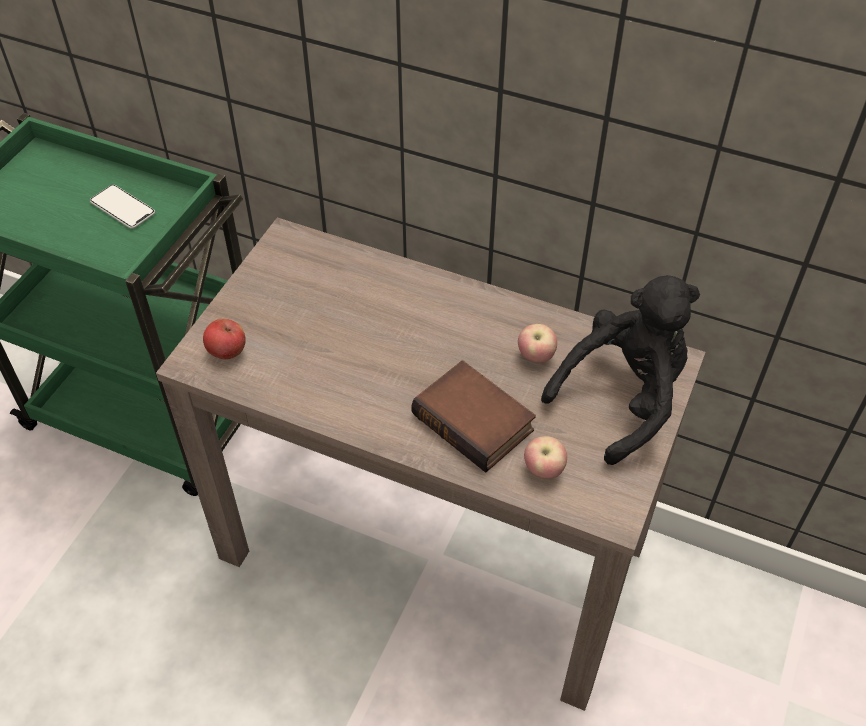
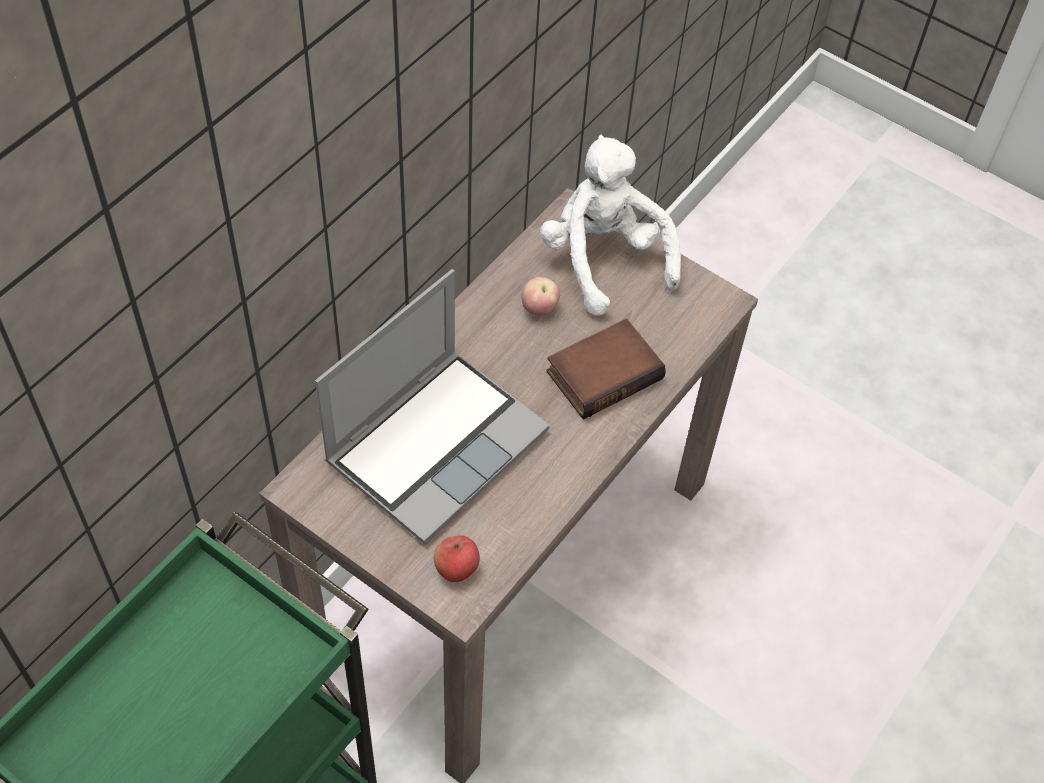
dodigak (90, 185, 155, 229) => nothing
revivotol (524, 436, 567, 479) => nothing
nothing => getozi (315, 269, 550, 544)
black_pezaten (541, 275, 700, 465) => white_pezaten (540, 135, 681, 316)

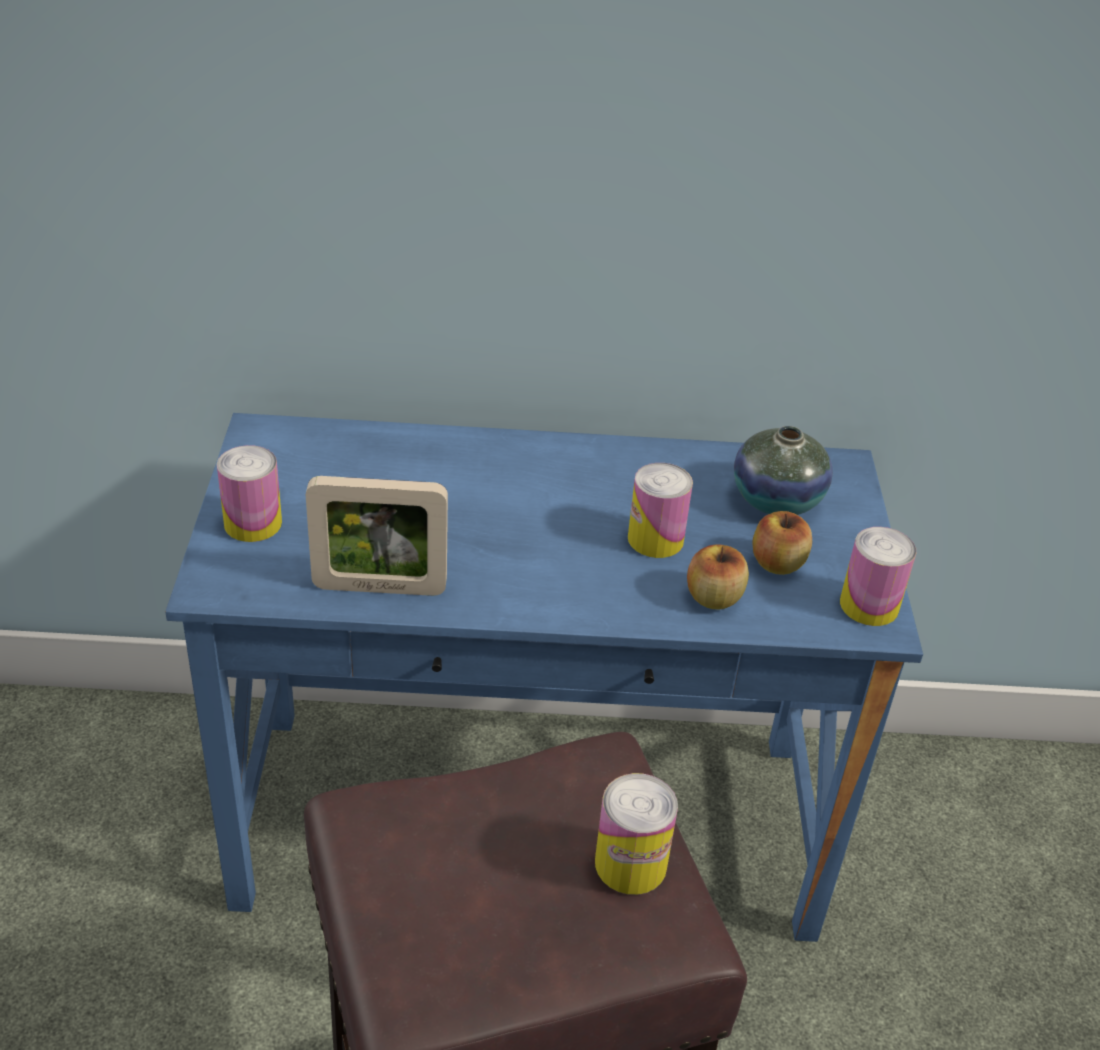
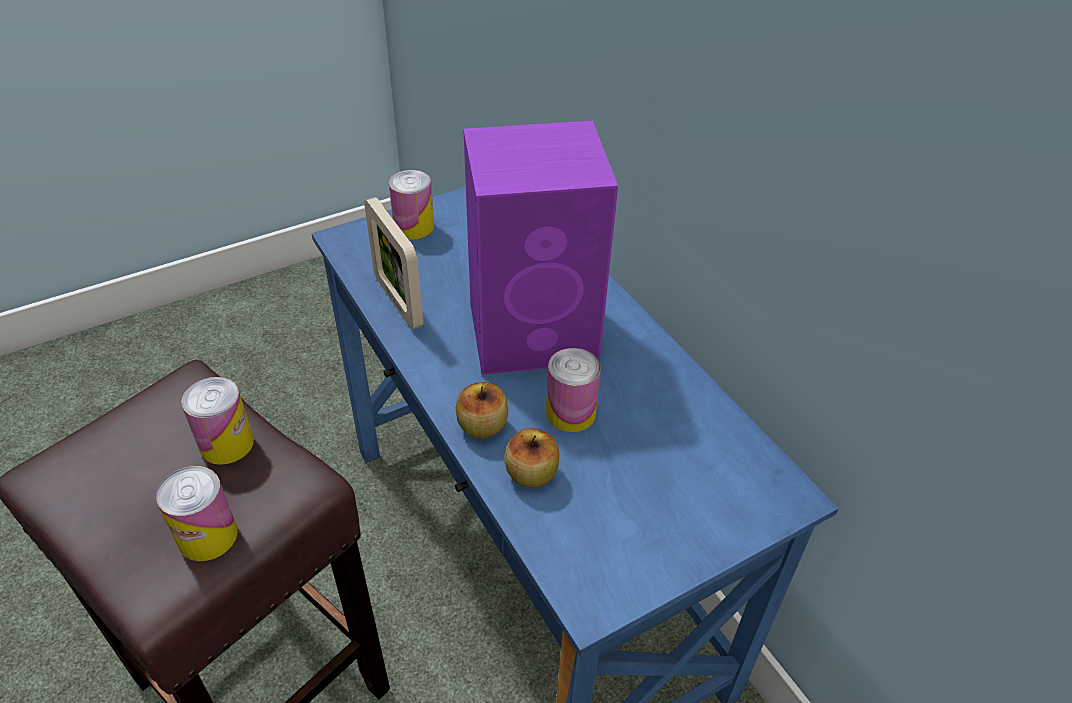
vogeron (734, 426, 833, 515) => nothing
nothing => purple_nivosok (463, 121, 618, 375)
revivotol (752, 511, 812, 575) => revivotol (456, 382, 508, 438), move
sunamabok (840, 527, 916, 626) => sunamabok (181, 377, 254, 465), move

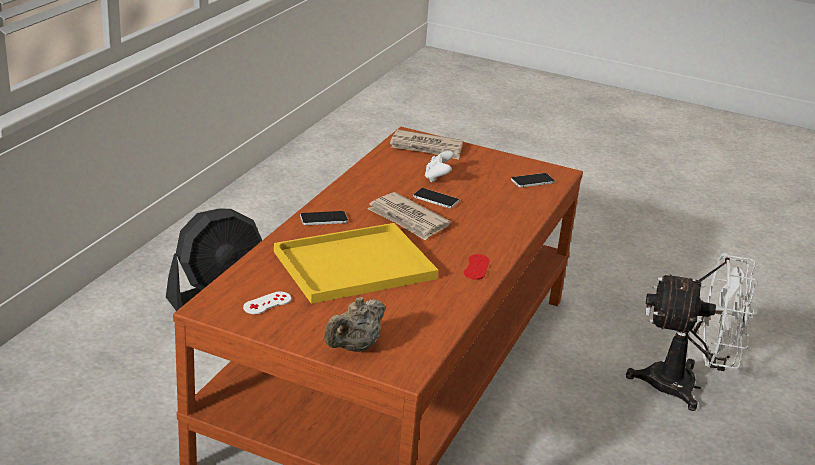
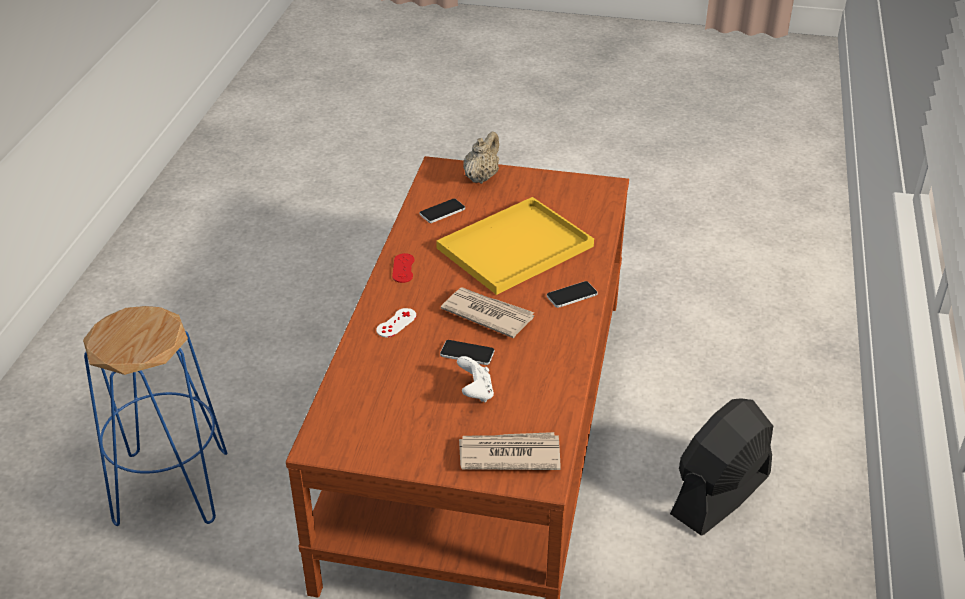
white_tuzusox (243, 292, 291, 314) => white_tuzusox (376, 308, 416, 337), move
dodigak (511, 173, 555, 188) => dodigak (419, 199, 465, 223), move
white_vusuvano (626, 253, 758, 411) => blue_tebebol (83, 306, 227, 526)

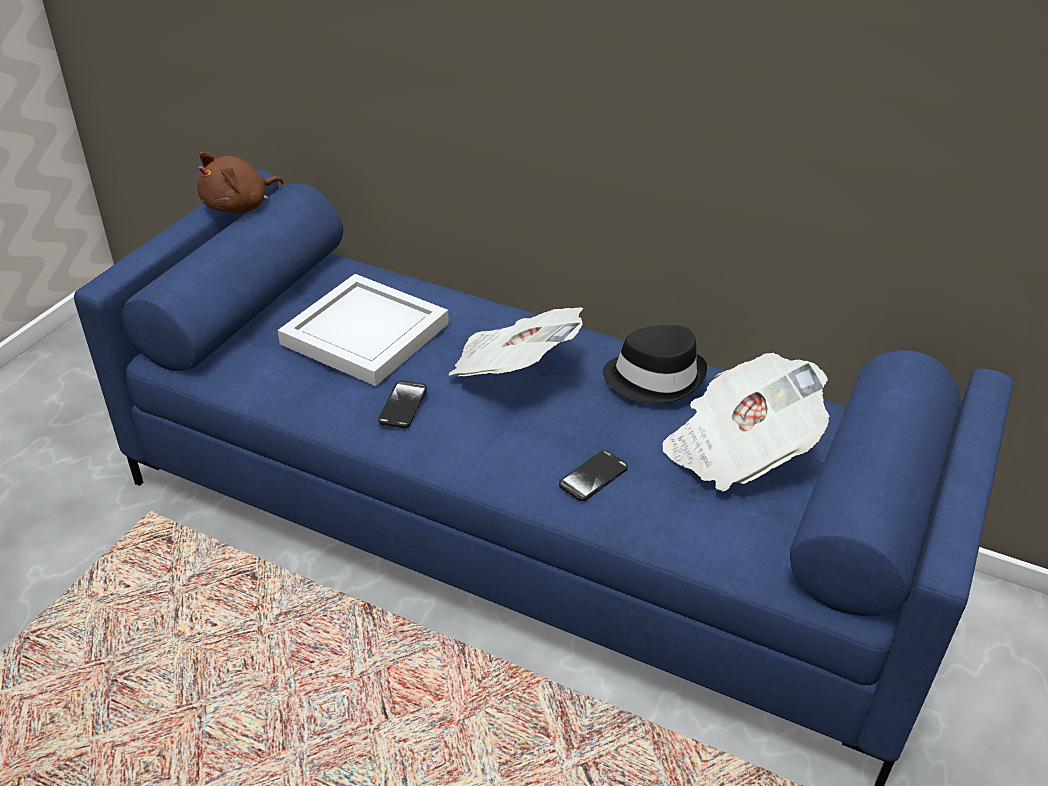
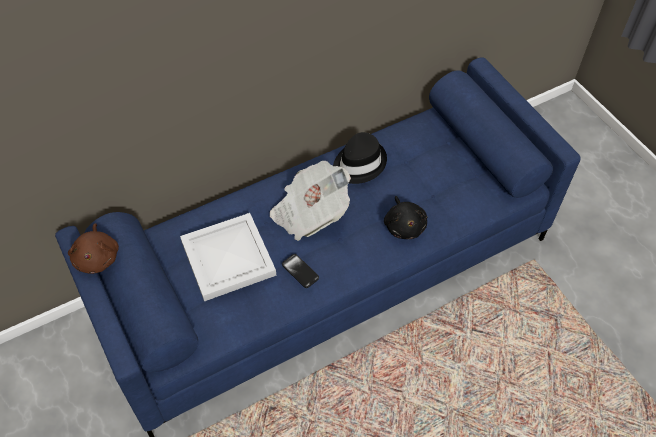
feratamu (663, 353, 829, 491) => nothing
dodigak (559, 450, 628, 501) => black_pezaten (384, 196, 427, 239)

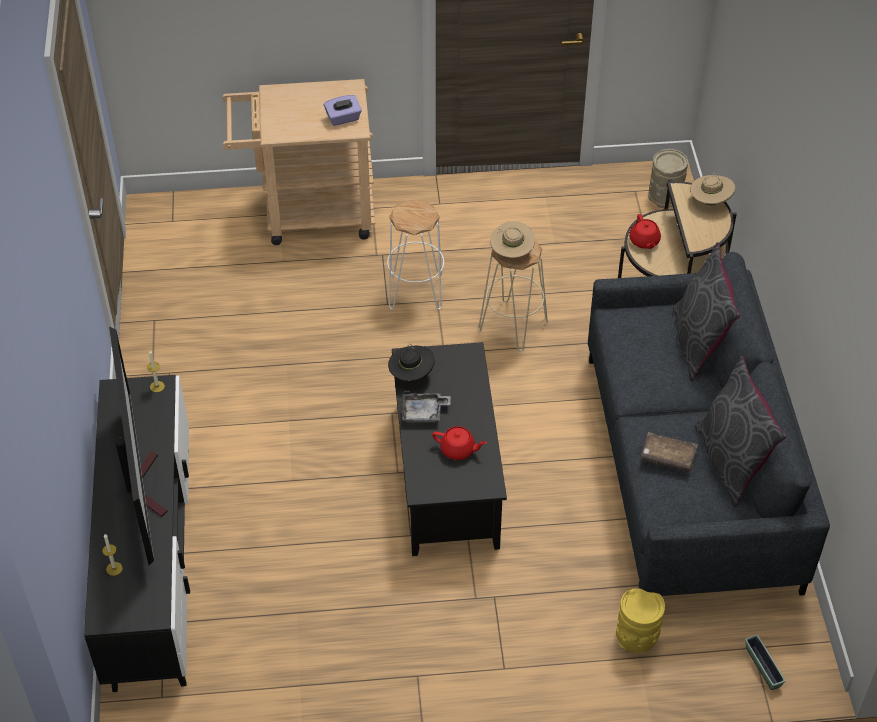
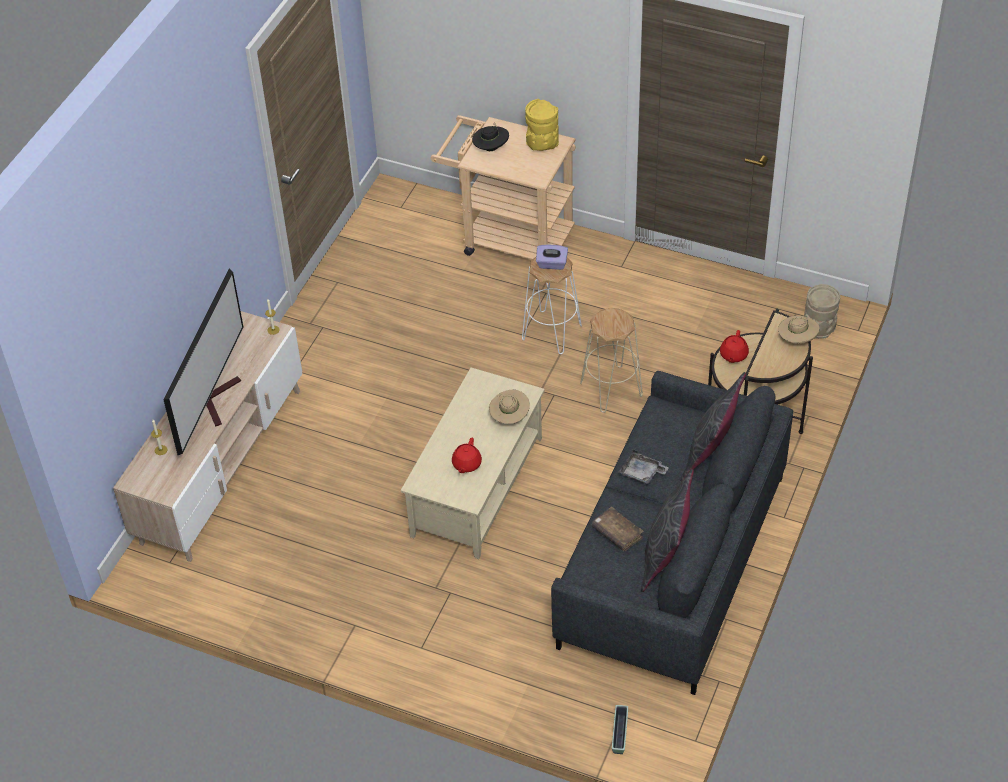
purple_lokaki (324, 95, 362, 126) => purple_lokaki (536, 245, 568, 270), move
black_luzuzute (388, 344, 435, 381) => black_luzuzute (472, 122, 509, 151), move
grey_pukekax (402, 391, 451, 422) => grey_pukekax (619, 449, 669, 484), move
beige_luzuzute (490, 221, 535, 258) => beige_luzuzute (489, 390, 530, 424), move
yellow_vogeron (616, 588, 665, 654) => yellow_vogeron (525, 99, 559, 151), move
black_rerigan (84, 375, 190, 692) => beige_rerigan (113, 311, 302, 562)
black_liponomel (392, 342, 507, 556) => beige_liponomel (401, 367, 545, 559)
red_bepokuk (432, 426, 487, 460) => red_bepokuk (452, 438, 482, 473), 60 degrees clockwise

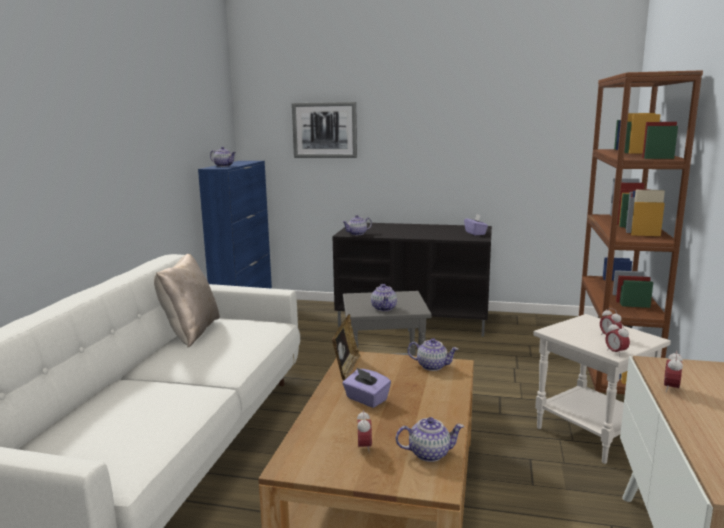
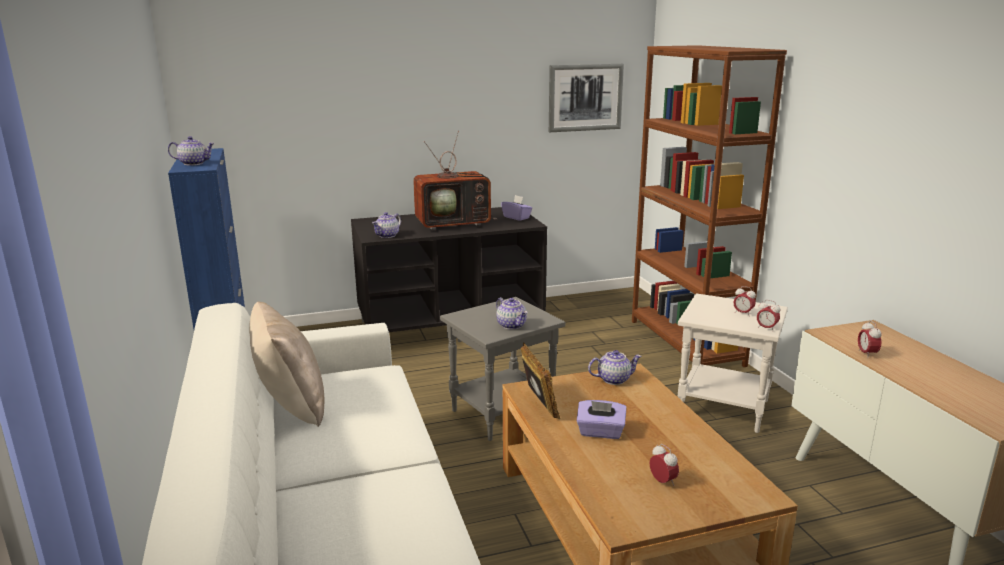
bepokuk (396, 417, 464, 462) => nothing
nothing => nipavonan (413, 131, 497, 230)
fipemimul (292, 102, 357, 158) => fipemimul (549, 64, 624, 132), move

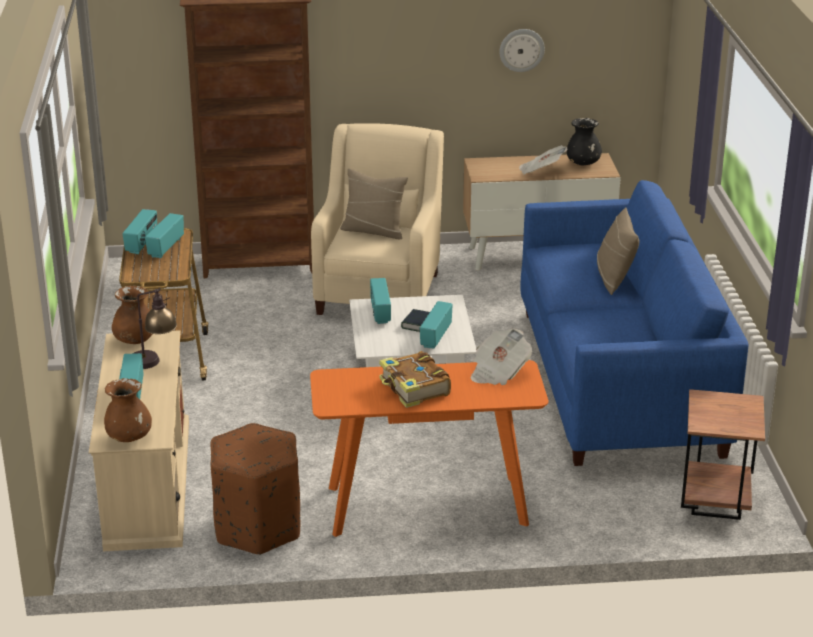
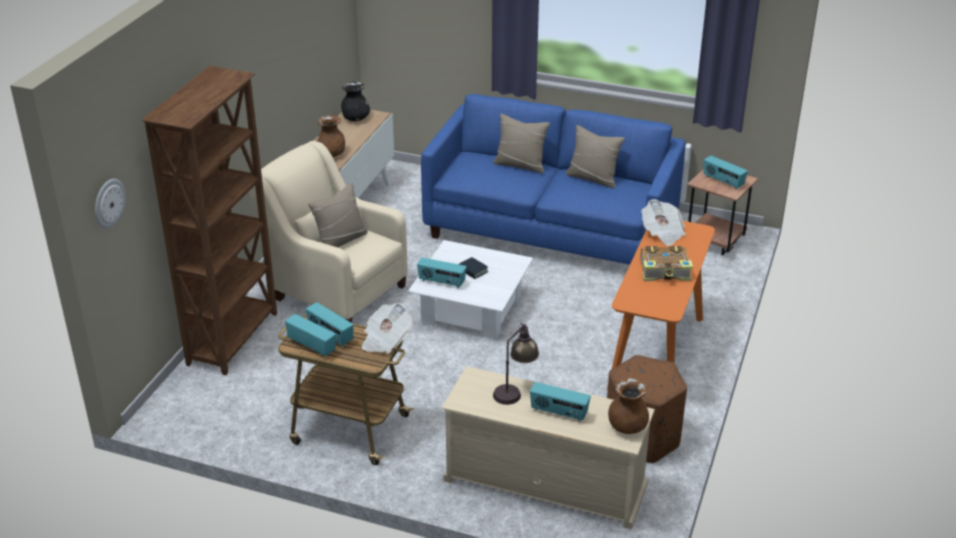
nothing => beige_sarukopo (566, 125, 625, 188)
brown_vogeron (112, 286, 152, 344) => brown_vogeron (316, 115, 345, 157), move
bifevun (420, 301, 453, 349) => bifevun (704, 156, 748, 190), move
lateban (499, 29, 545, 72) => lateban (95, 179, 125, 228), move
feratamu (519, 145, 567, 175) => feratamu (362, 303, 413, 354), move

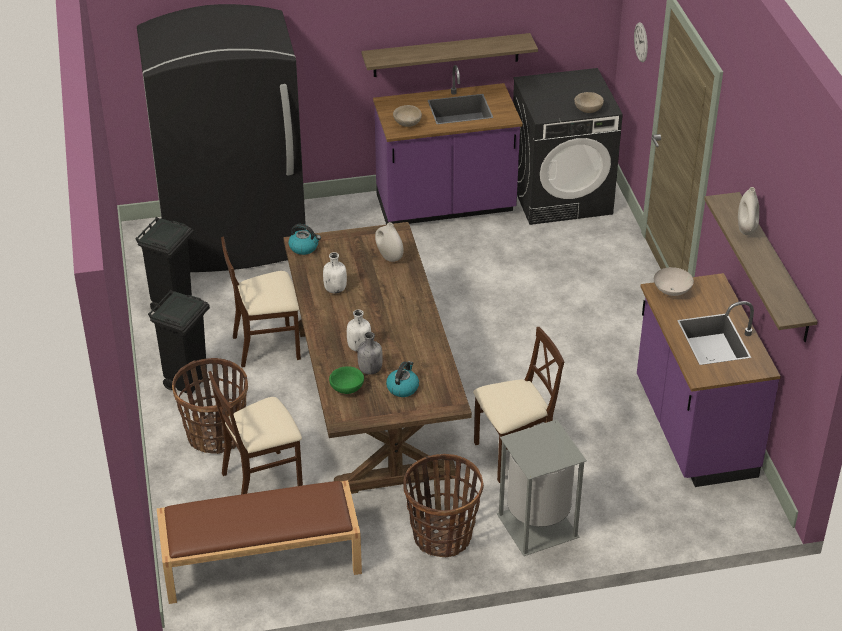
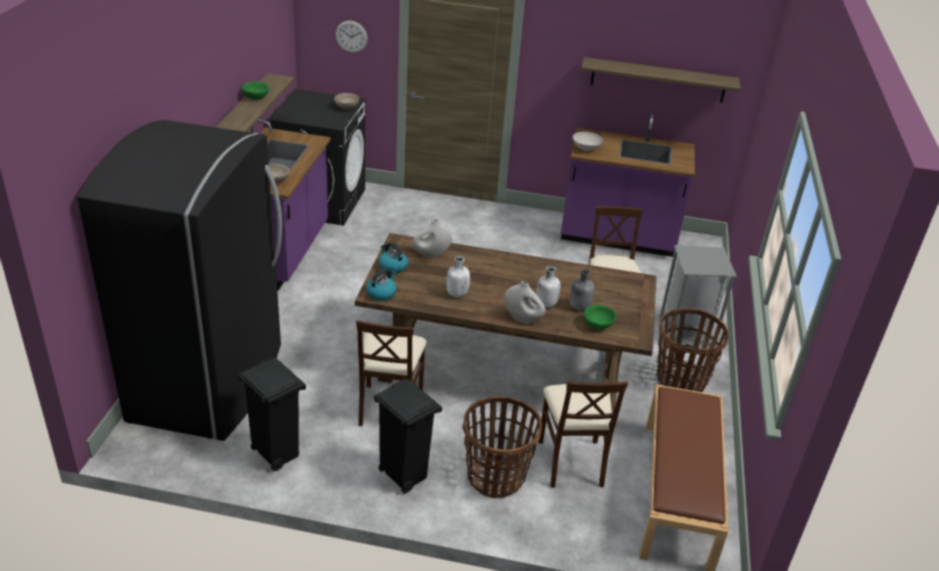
nothing => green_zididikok (242, 81, 269, 99)
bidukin (386, 361, 419, 397) => bidukin (379, 242, 408, 273), move
white_vogeron (738, 187, 759, 235) => white_vogeron (504, 281, 546, 324), move

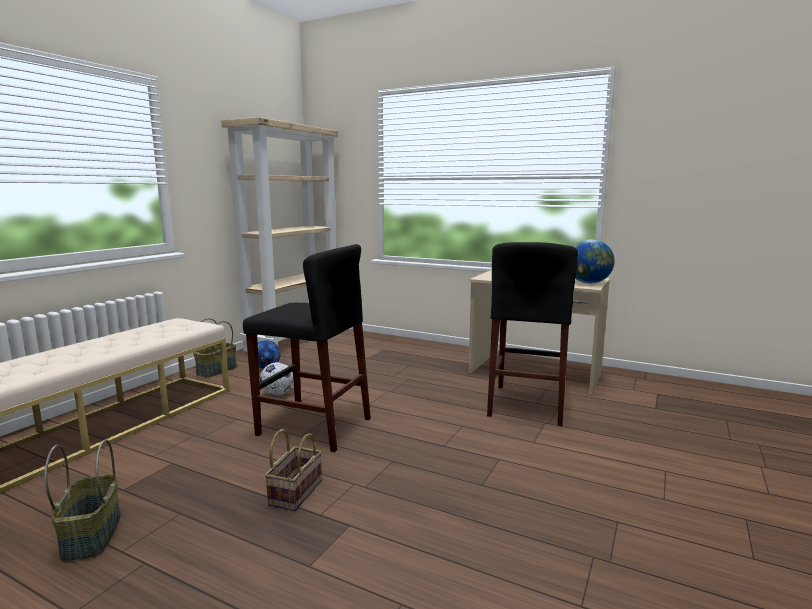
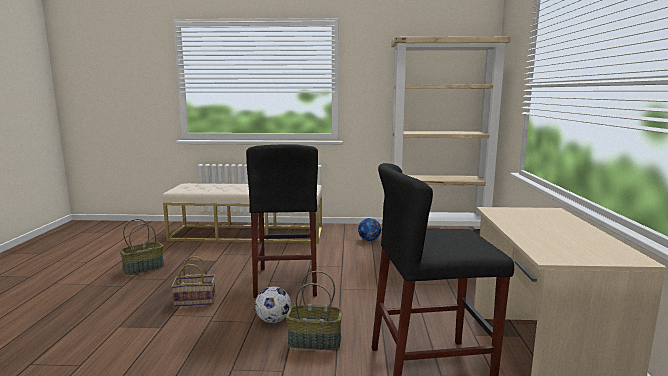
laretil (574, 239, 615, 284) => nothing
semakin (193, 318, 237, 378) => semakin (286, 271, 342, 350), move
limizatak (260, 362, 293, 395) => limizatak (255, 286, 291, 323), move

